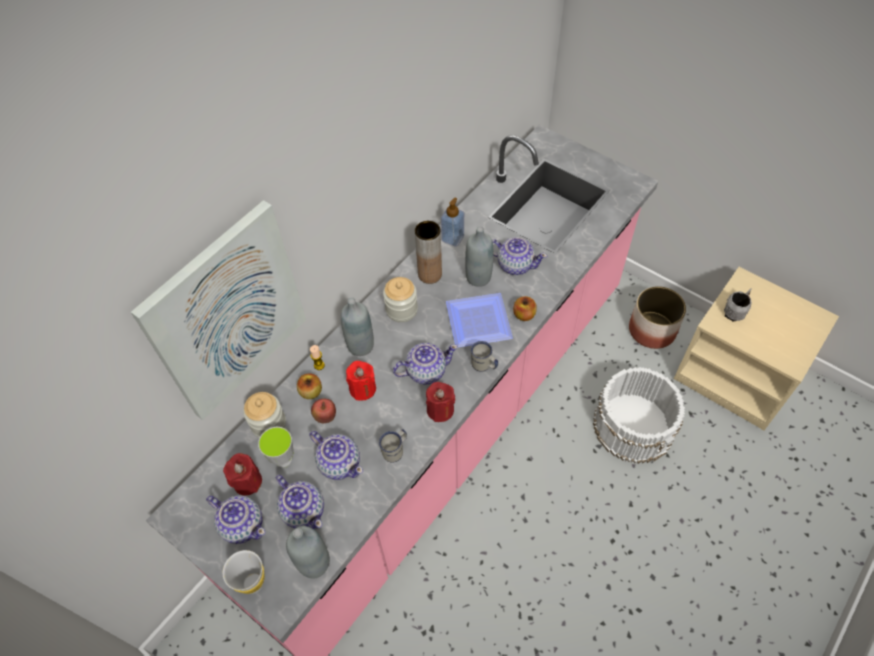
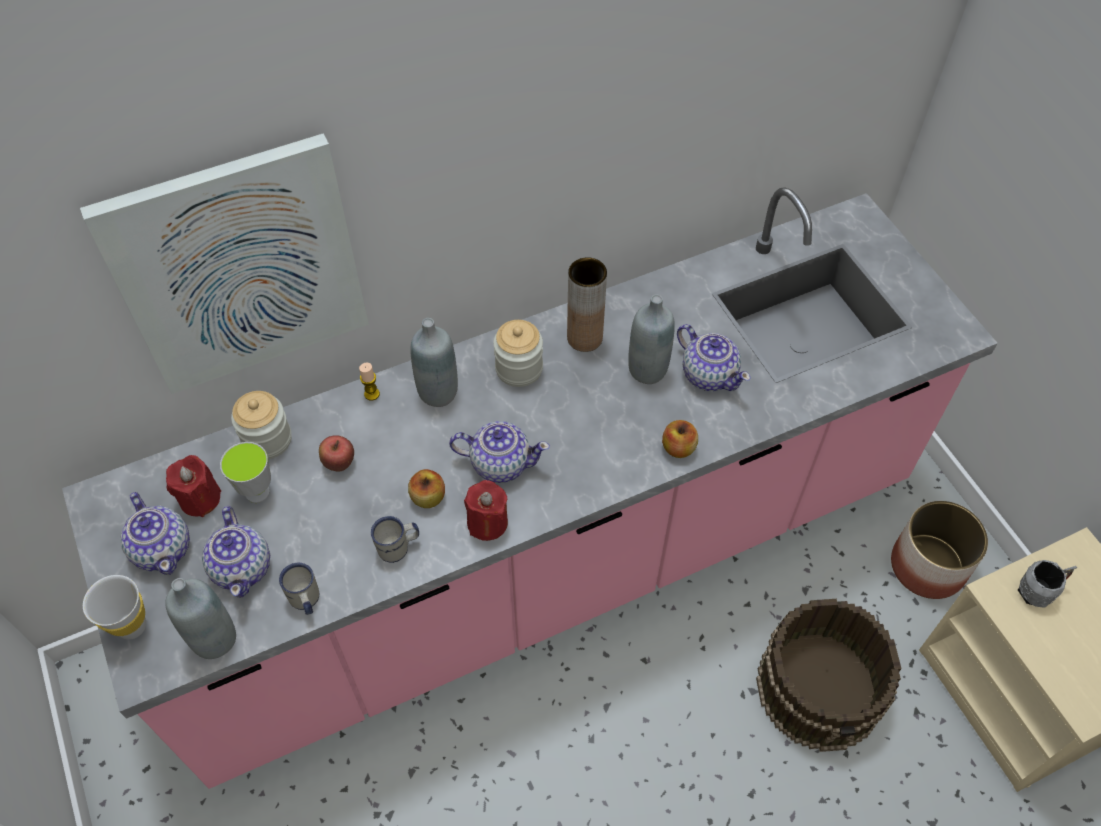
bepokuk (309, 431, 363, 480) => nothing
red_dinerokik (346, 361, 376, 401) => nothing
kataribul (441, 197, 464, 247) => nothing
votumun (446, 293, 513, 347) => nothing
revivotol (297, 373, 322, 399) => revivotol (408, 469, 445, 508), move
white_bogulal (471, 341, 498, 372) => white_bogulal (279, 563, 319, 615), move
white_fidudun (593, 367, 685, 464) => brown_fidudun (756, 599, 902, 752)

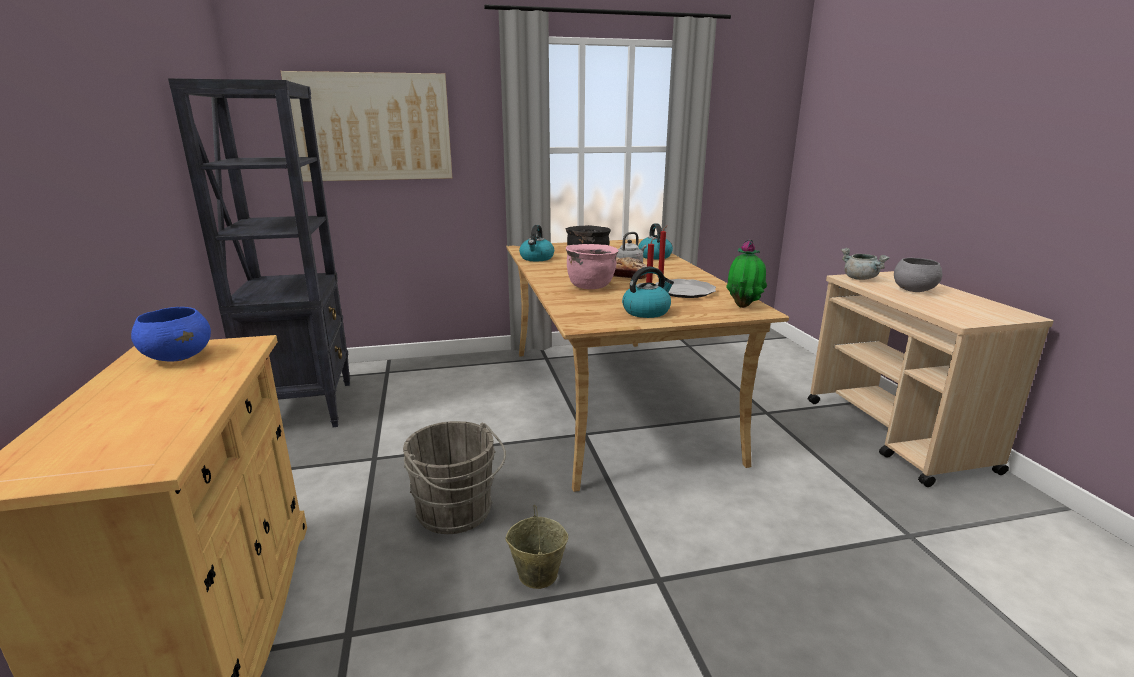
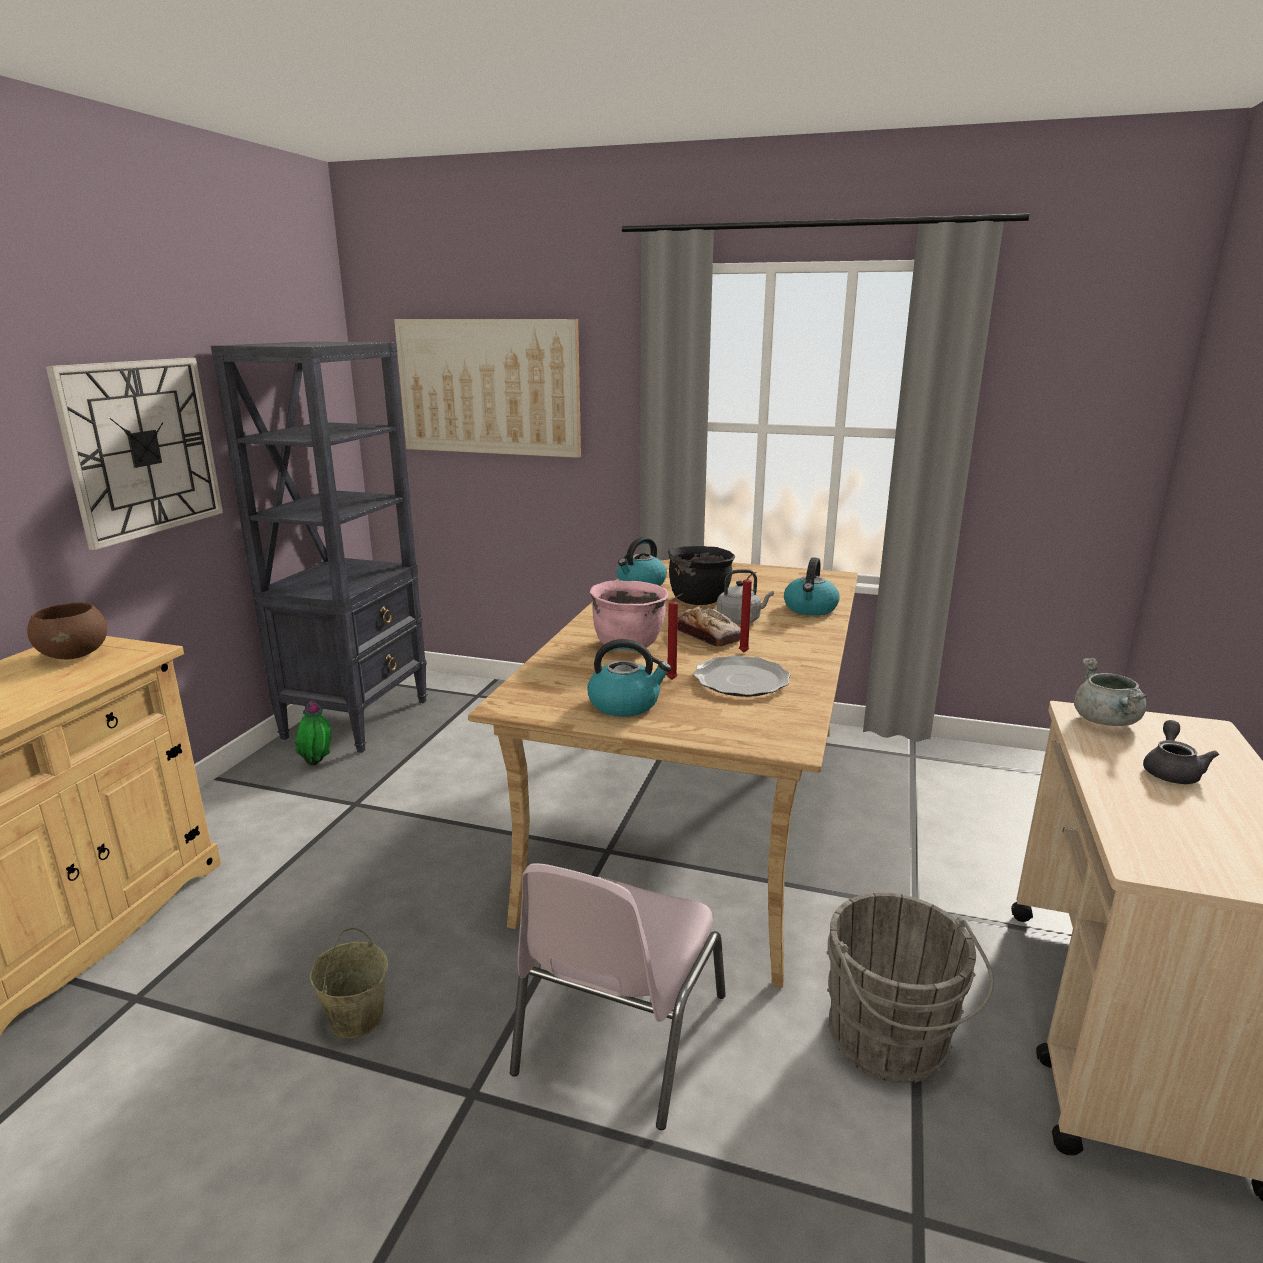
nothing => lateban (46, 358, 223, 550)
nothing => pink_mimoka (510, 863, 726, 1130)
grey_fidudun (403, 421, 506, 534) => grey_fidudun (826, 892, 994, 1083), move
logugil (726, 239, 767, 308) => logugil (293, 701, 331, 766), move
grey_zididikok (894, 258, 942, 292) => grey_bepokuk (1143, 720, 1219, 784)
blue_zididikok (131, 307, 211, 362) => brown_zididikok (27, 602, 107, 659)

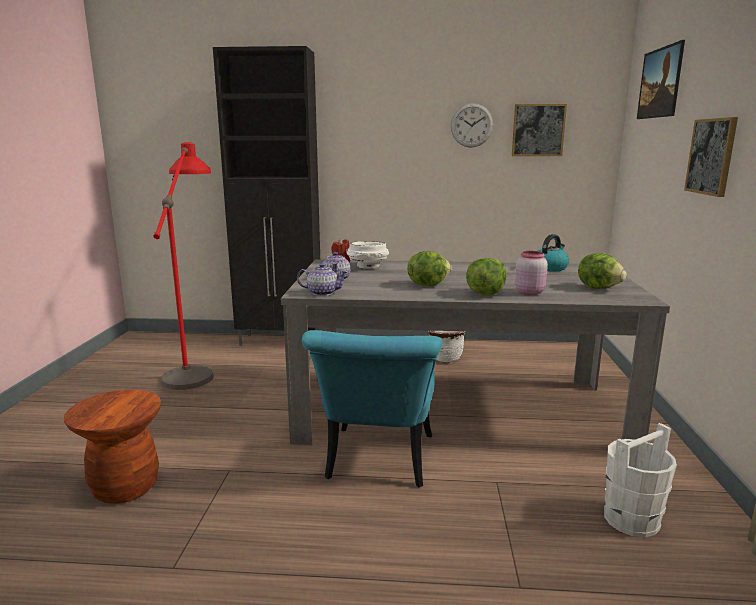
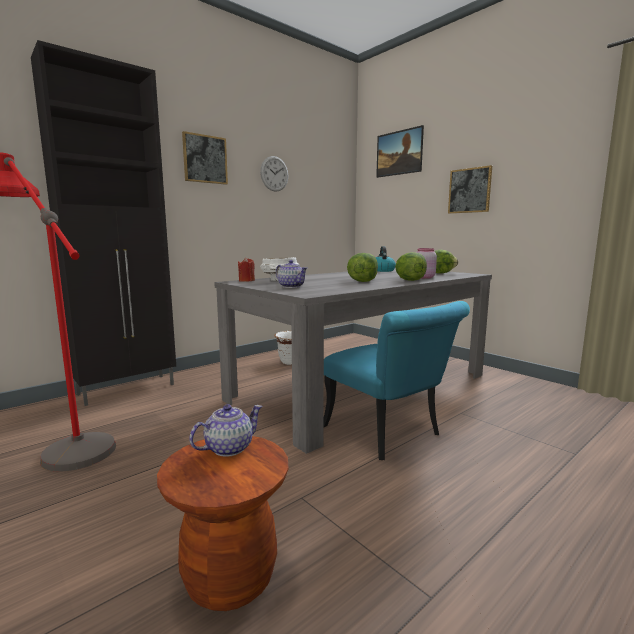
white_fidudun (604, 423, 677, 537) => nothing
bepokuk (297, 263, 348, 296) => bepokuk (189, 404, 263, 457), move
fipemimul (512, 104, 567, 156) => fipemimul (182, 131, 228, 185), move

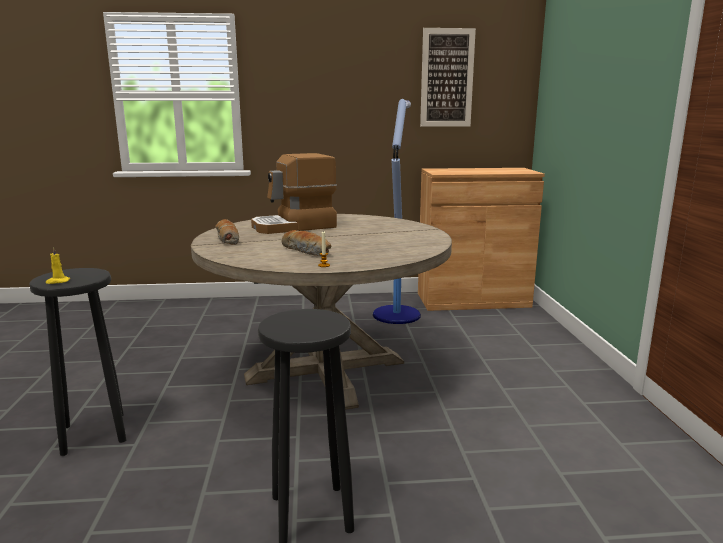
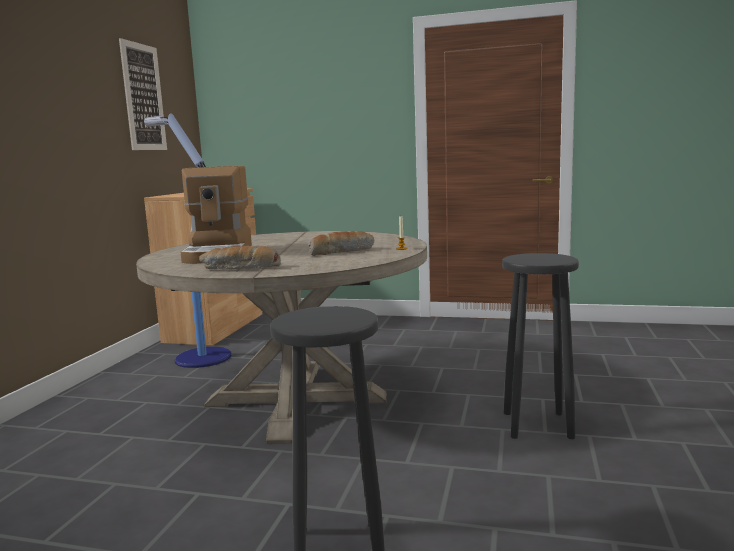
yellow_dinerokik (46, 247, 70, 284) => nothing

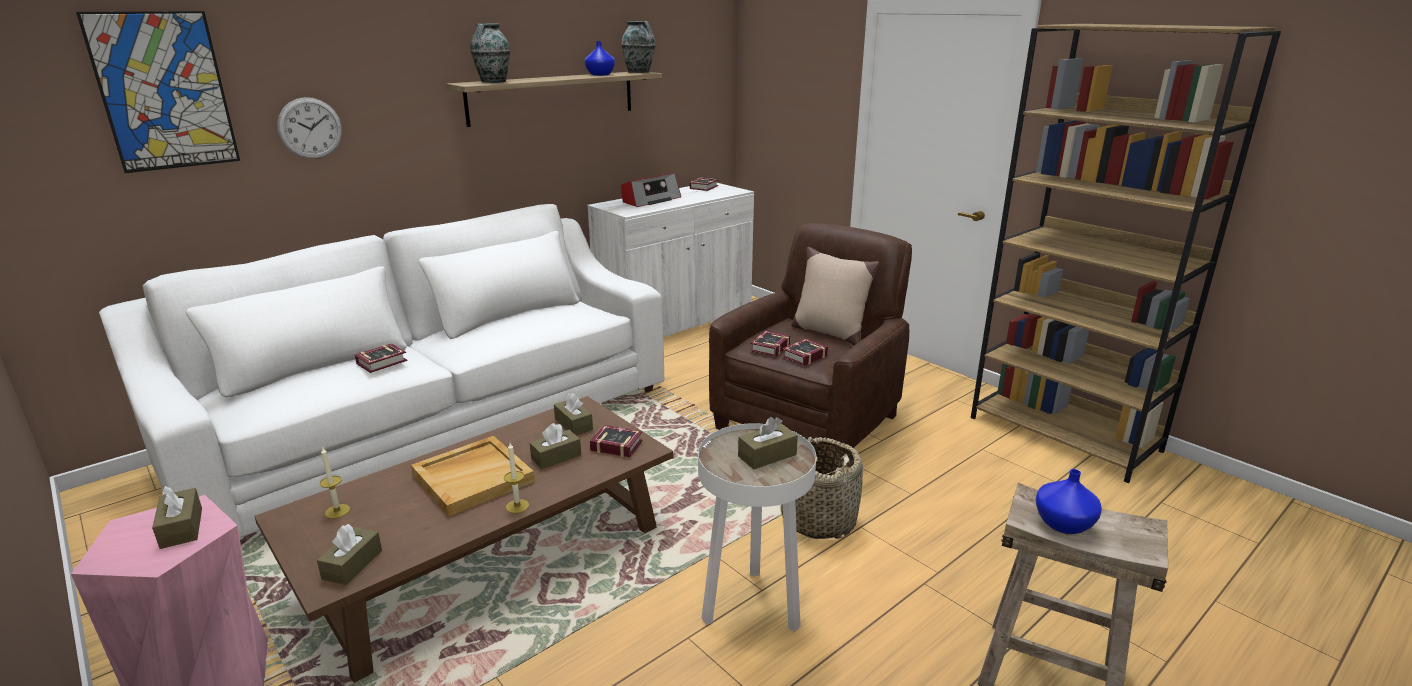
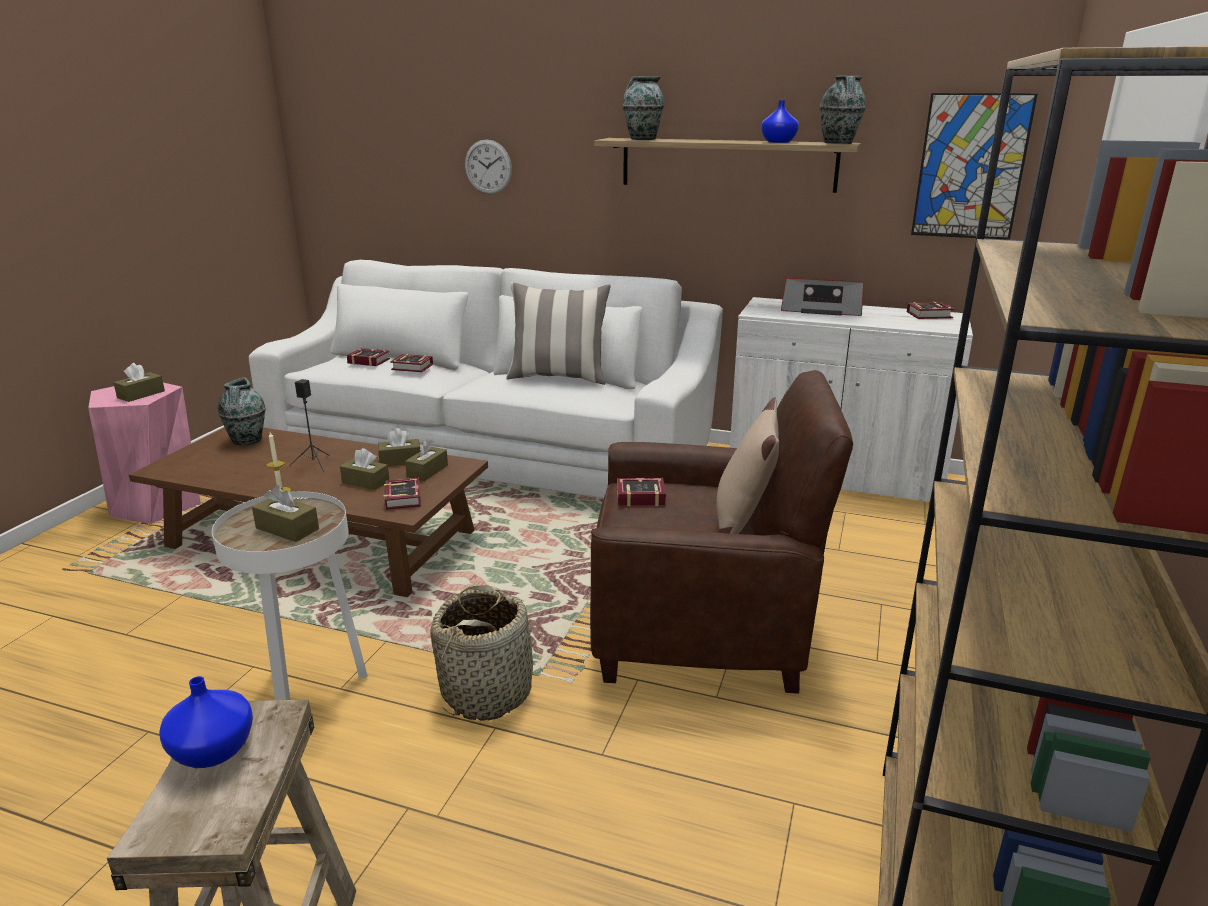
nothing => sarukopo (506, 282, 611, 385)
fipemimul (76, 11, 240, 173) => fipemimul (911, 93, 1038, 240), move
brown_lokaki (317, 524, 382, 585) => brown_lokaki (378, 428, 421, 466), move
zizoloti (782, 339, 828, 366) => zizoloti (347, 348, 390, 366), move
dinerokik (320, 446, 350, 519) => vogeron (218, 377, 266, 445)
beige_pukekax (411, 436, 535, 516) => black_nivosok (289, 379, 329, 472)

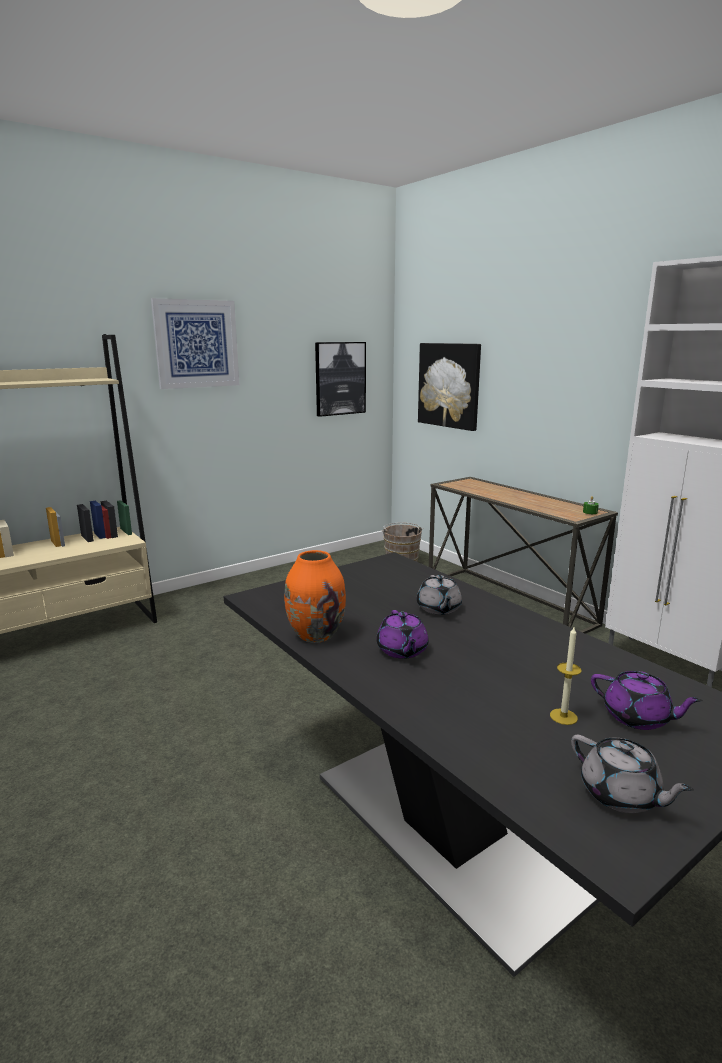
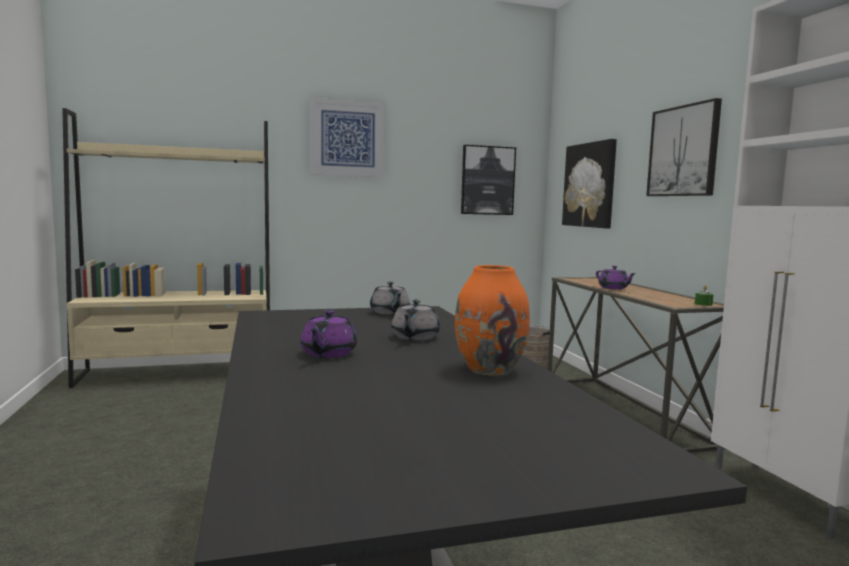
dinerokik (550, 627, 582, 725) => nothing
nothing => fipemimul (646, 98, 722, 196)
orange_vogeron (284, 550, 346, 643) => orange_vogeron (455, 265, 530, 375), move
grey_bepokuk (571, 735, 694, 813) => grey_bepokuk (370, 281, 410, 315), move
purple_bepokuk (591, 671, 703, 730) => purple_bepokuk (596, 266, 636, 289), move

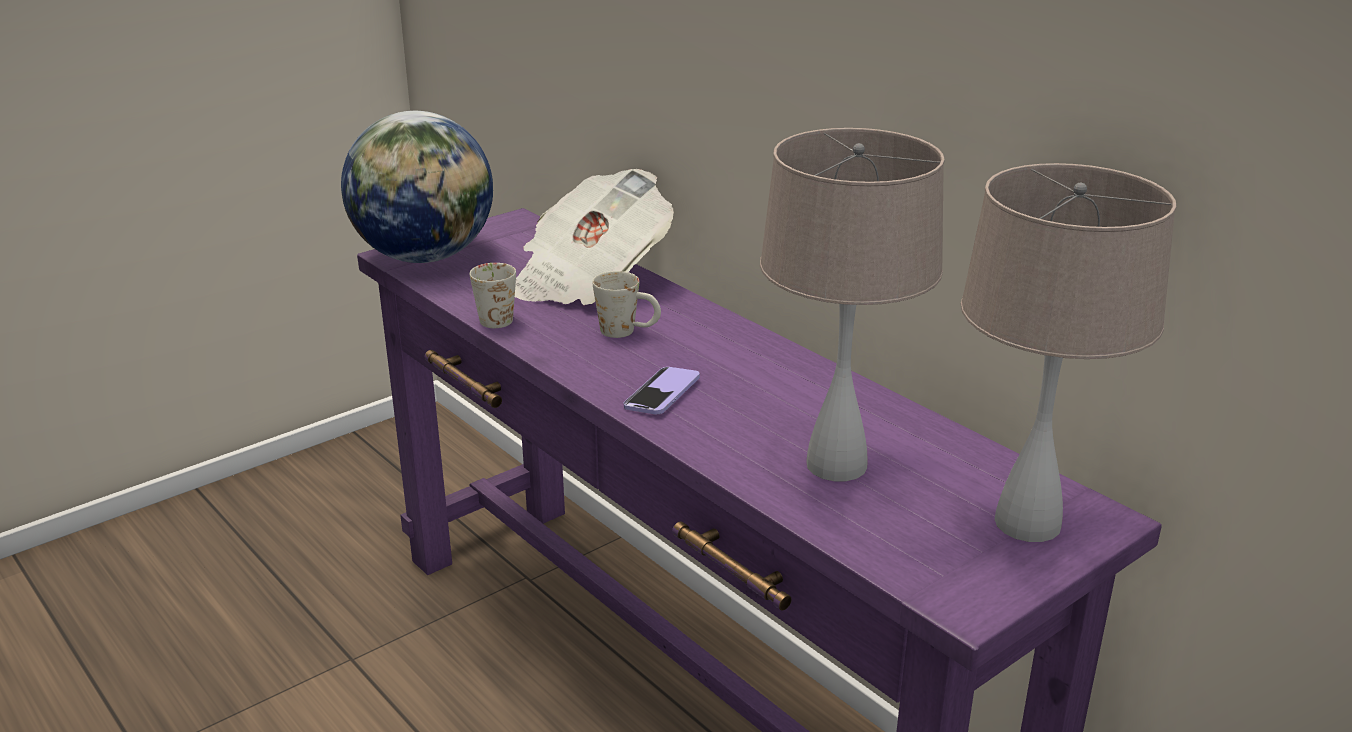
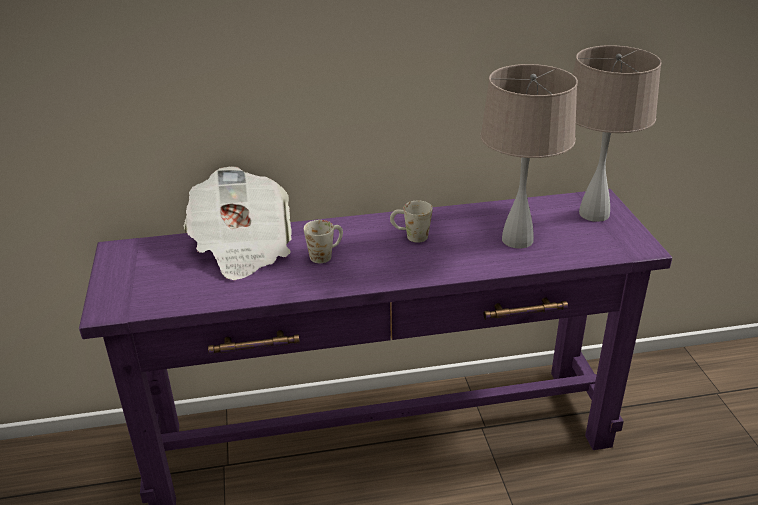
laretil (341, 111, 493, 263) => nothing
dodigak (624, 367, 700, 414) => nothing
white_bogulal (470, 263, 516, 328) => white_bogulal (390, 201, 433, 243), move

